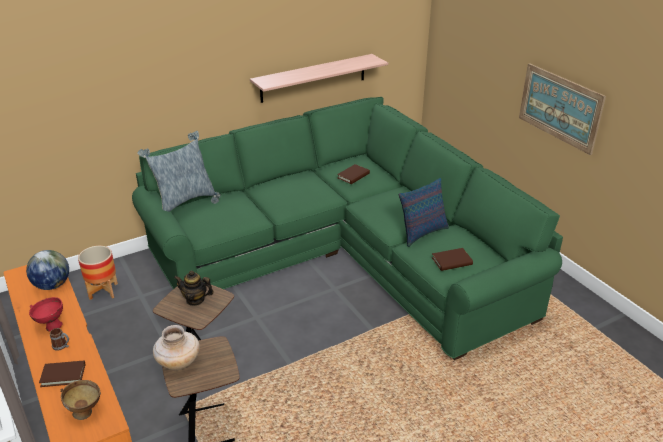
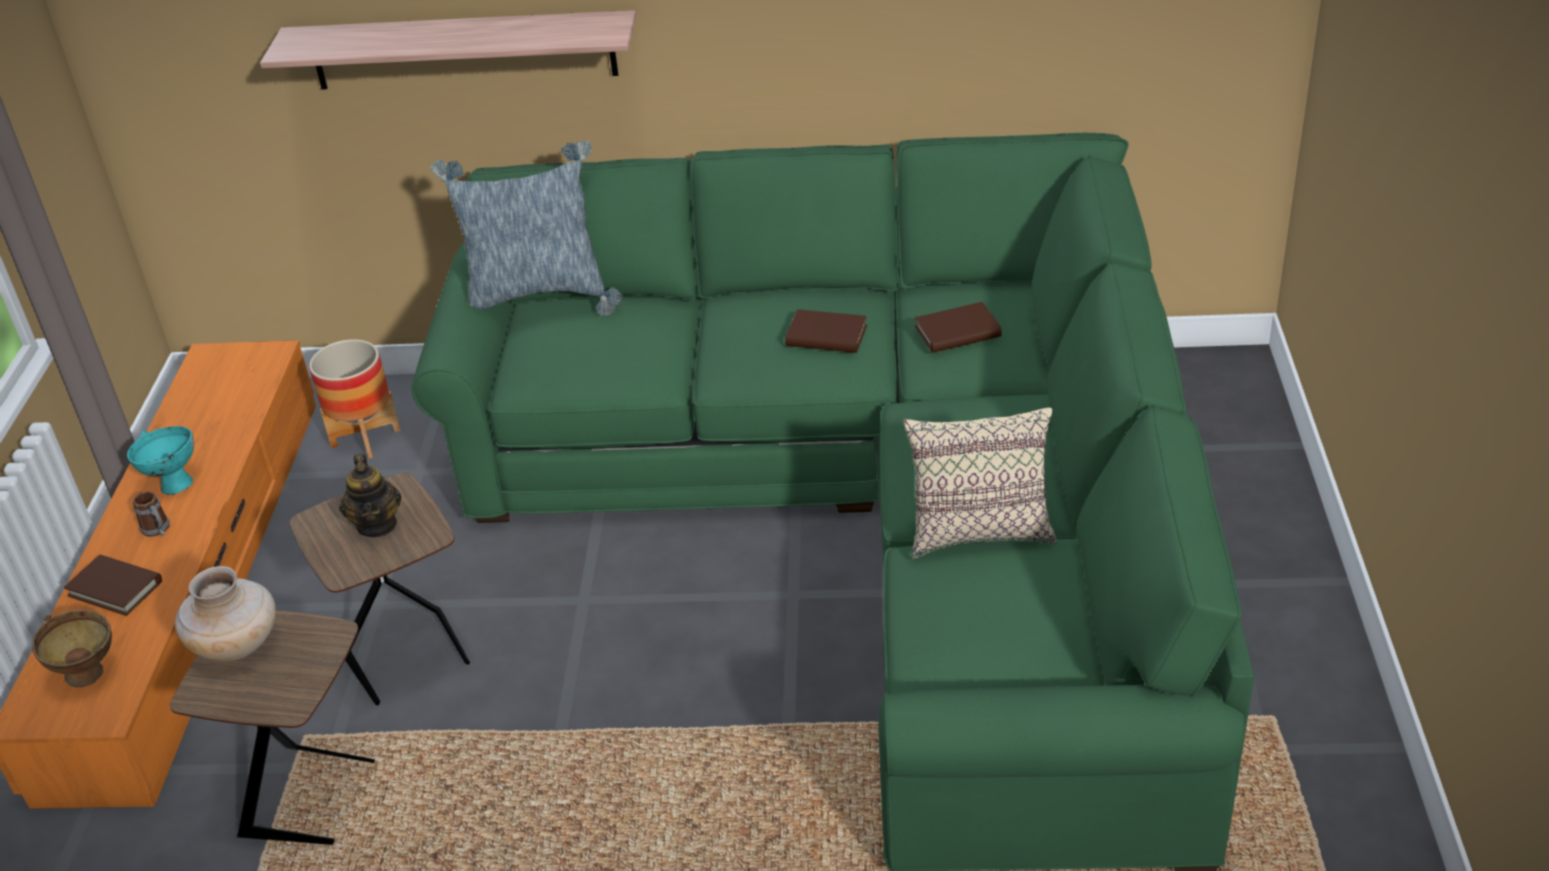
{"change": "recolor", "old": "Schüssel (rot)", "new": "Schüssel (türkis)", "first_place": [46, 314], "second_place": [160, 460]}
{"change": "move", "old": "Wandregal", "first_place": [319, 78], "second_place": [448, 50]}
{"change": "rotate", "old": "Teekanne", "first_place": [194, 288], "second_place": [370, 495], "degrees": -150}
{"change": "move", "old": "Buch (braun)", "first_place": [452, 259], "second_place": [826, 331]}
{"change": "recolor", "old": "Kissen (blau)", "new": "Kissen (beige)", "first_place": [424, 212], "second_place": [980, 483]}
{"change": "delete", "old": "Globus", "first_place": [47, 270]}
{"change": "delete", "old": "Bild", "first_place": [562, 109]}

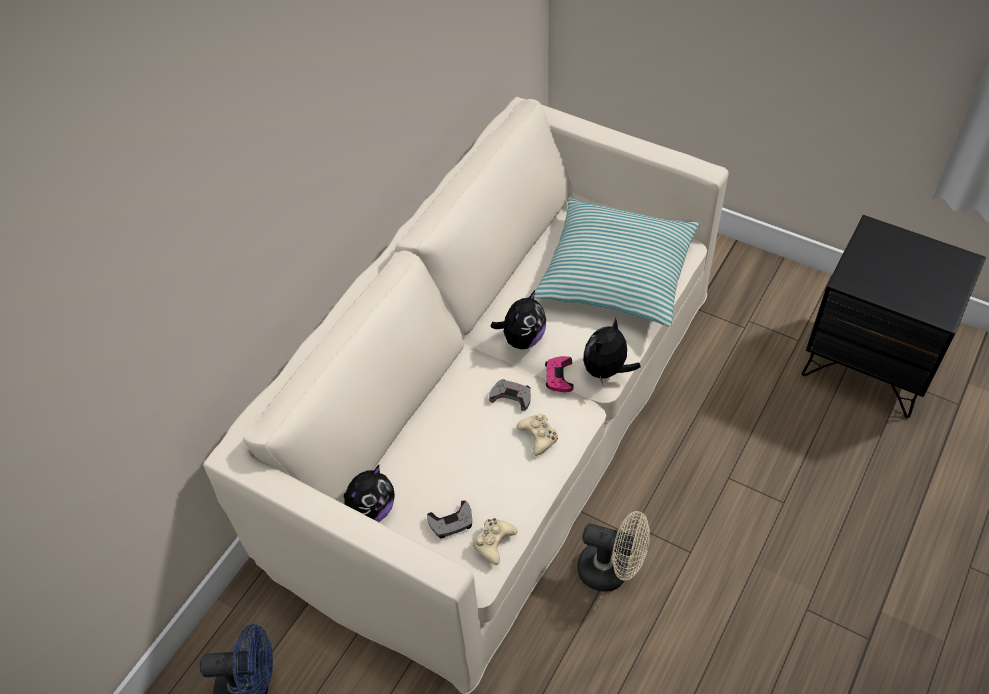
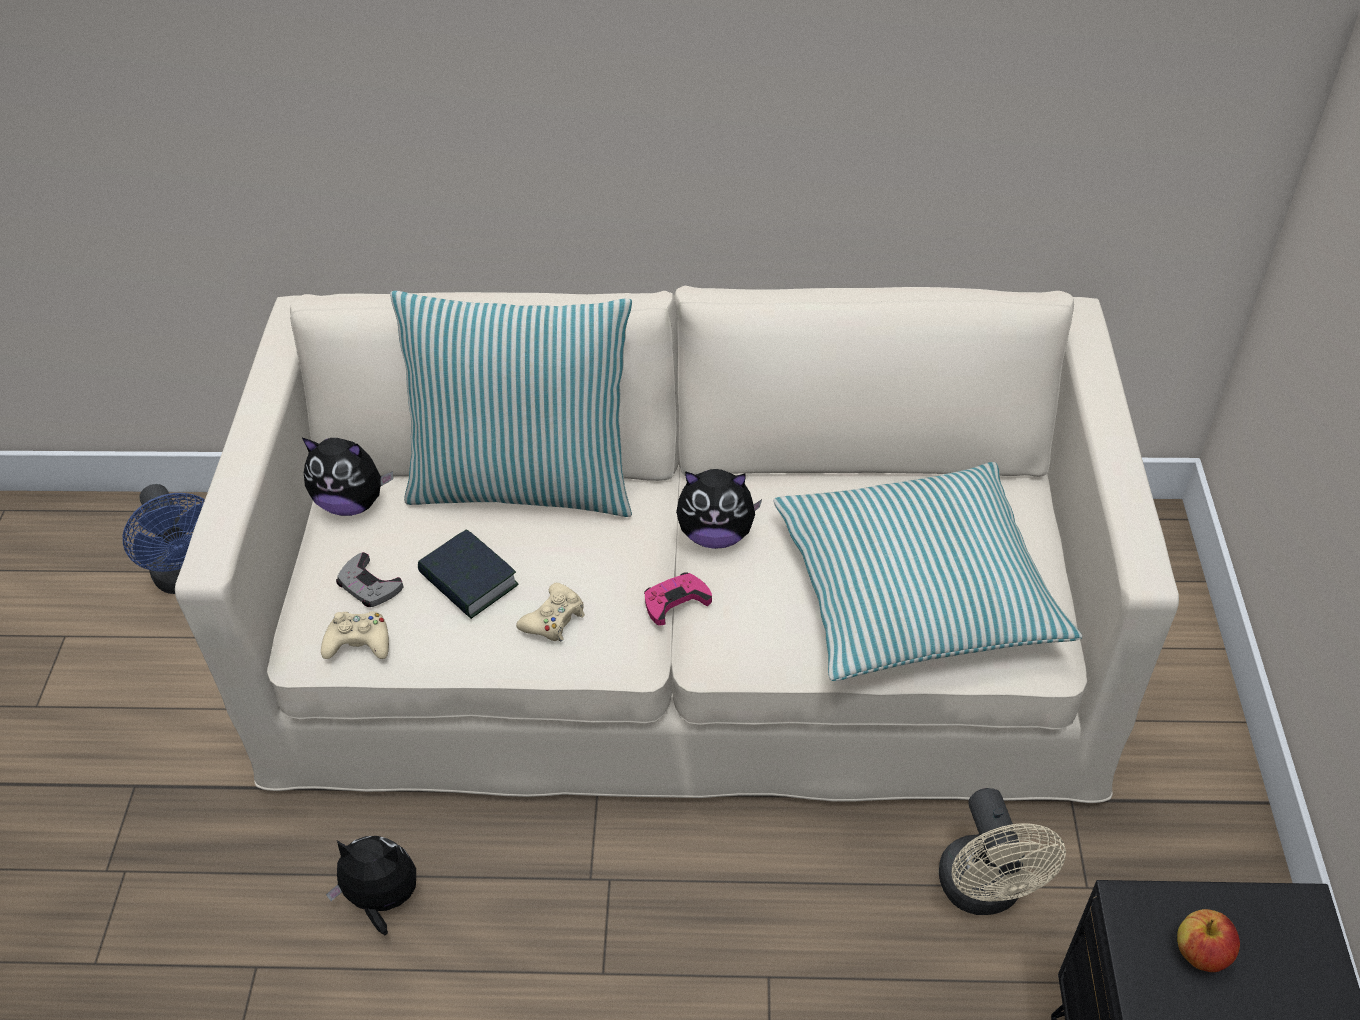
{"change": "move", "old": "Plüschtier", "first_place": [612, 351], "second_place": [371, 885]}
{"change": "insert", "new": "Kissen", "second_place": [511, 404]}
{"change": "insert", "new": "Buch", "second_place": [468, 574]}
{"change": "move", "old": "Ventilator (beige)", "first_place": [613, 551], "second_place": [1002, 851]}
{"change": "insert", "new": "Apfel", "second_place": [1208, 940]}
{"change": "delete", "old": "Gamepad (grau)", "first_place": [510, 395]}

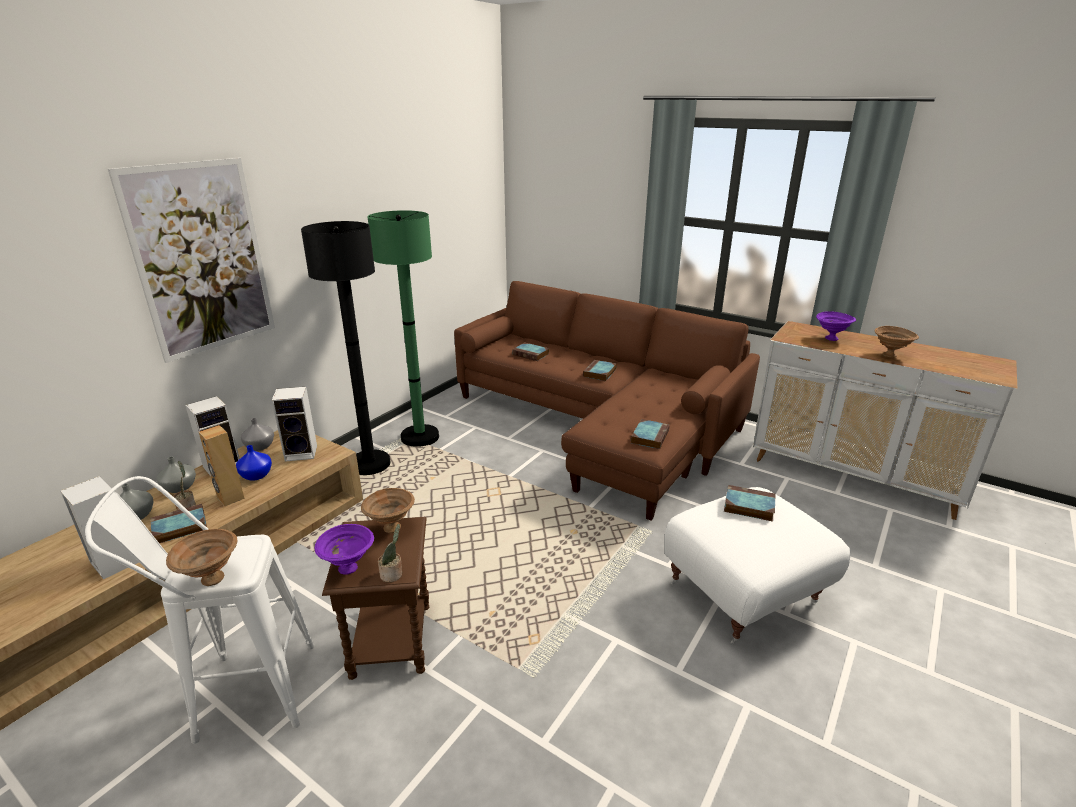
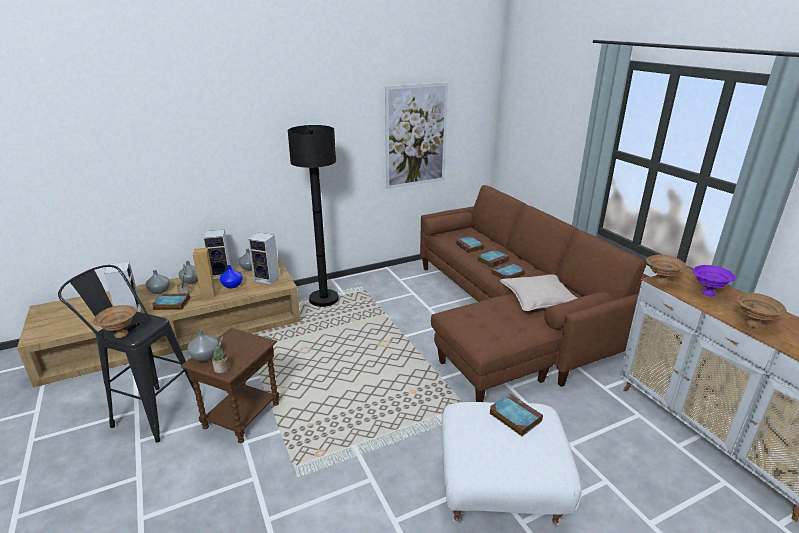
{"change": "recolor", "old": "Hocker (weiß)", "new": "Hocker (schwarz)", "first_place": [199, 610], "second_place": [126, 354]}
{"change": "replace", "old": "Schüssel (lila)", "new": "Vase (grau)", "first_place": [344, 549], "second_place": [203, 345]}
{"change": "move", "old": "Bild", "first_place": [191, 260], "second_place": [416, 135]}
{"change": "move", "old": "Buch", "first_place": [650, 434], "second_place": [493, 259]}
{"change": "insert", "new": "Kissen (beige)", "second_place": [538, 292]}
{"change": "move", "old": "Schüssel (braun)", "first_place": [388, 510], "second_place": [666, 270]}
{"change": "delete", "old": "Stehlampe (grün)", "first_place": [403, 328]}

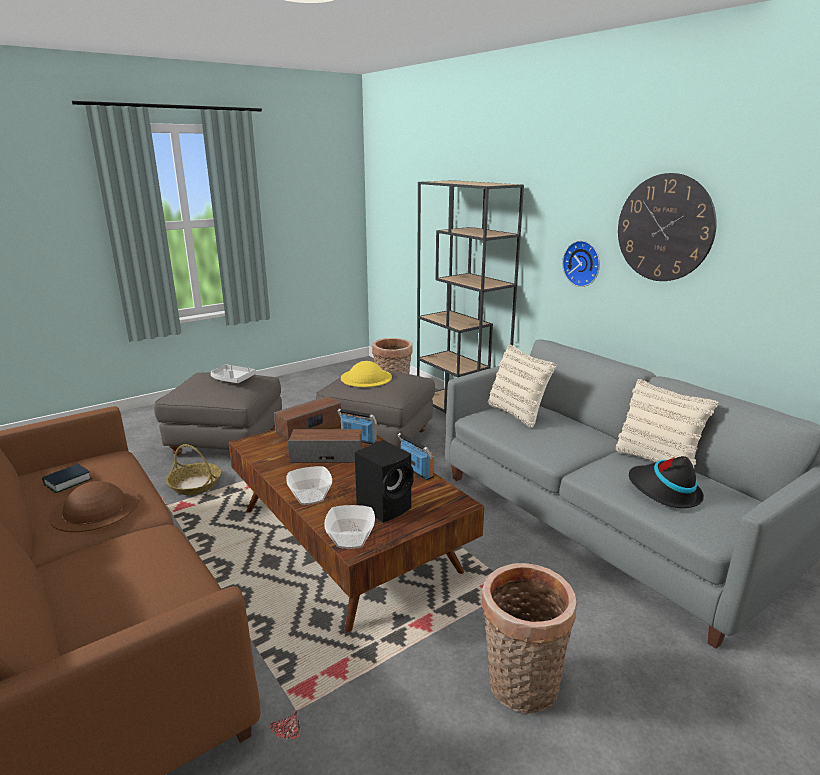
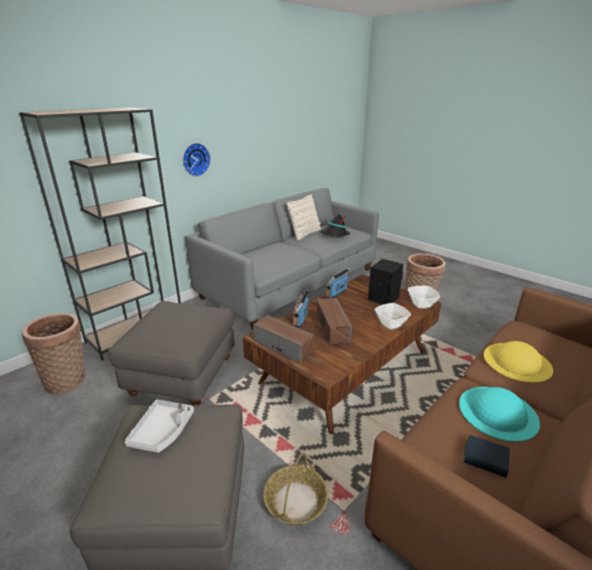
{"change": "recolor", "old": "Hut (braun)", "new": "Hut (türkis)", "first_place": [94, 506], "second_place": [499, 414]}
{"change": "move", "old": "Hut (gelb)", "first_place": [366, 374], "second_place": [518, 362]}
{"change": "delete", "old": "Kissen (beige)", "first_place": [522, 386]}
{"change": "delete", "old": "Wanduhr", "first_place": [667, 227]}

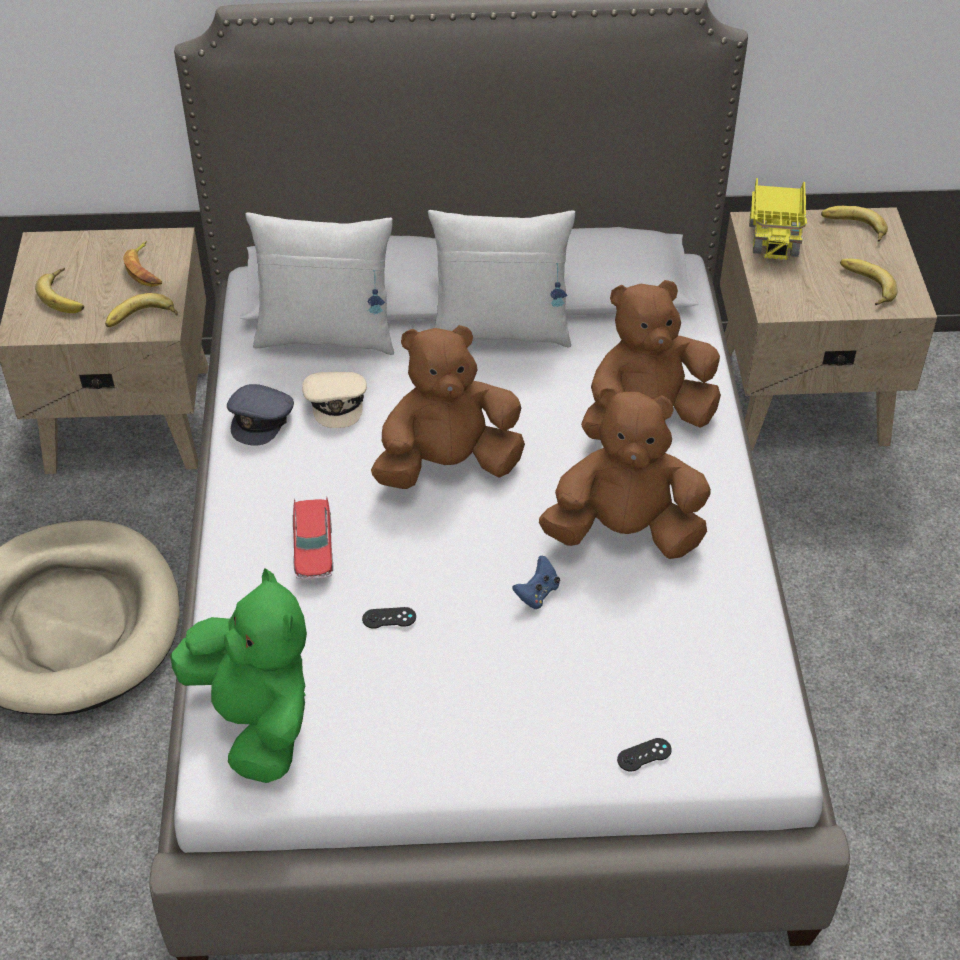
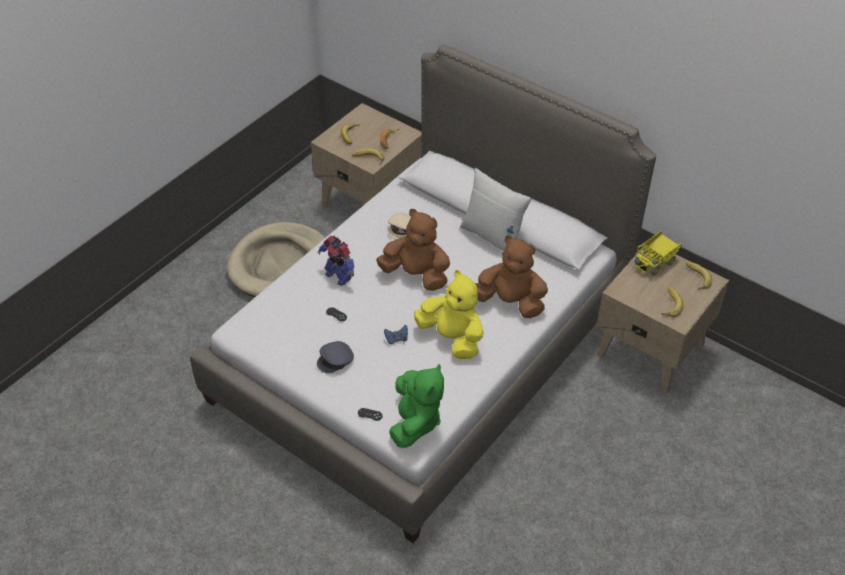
{"change": "replace", "old": "Spielzeugauto", "new": "Spielzeugroboter", "first_place": [312, 538], "second_place": [335, 261]}
{"change": "move", "old": "Kappe (grau)", "first_place": [260, 415], "second_place": [335, 357]}
{"change": "move", "old": "Plüschtier (grün)", "first_place": [238, 675], "second_place": [416, 406]}
{"change": "recolor", "old": "Plüschtier (braun)", "new": "Plüschtier (gelb)", "first_place": [625, 473], "second_place": [449, 314]}
{"change": "delete", "old": "Kissen (grau)", "first_place": [319, 283]}

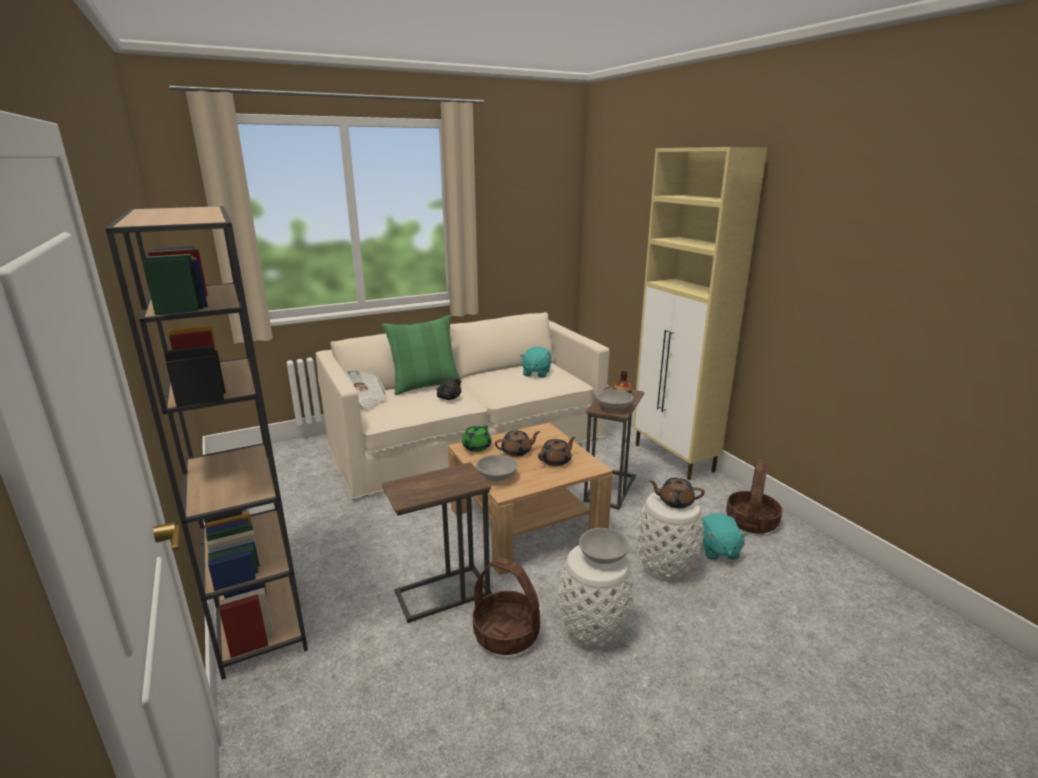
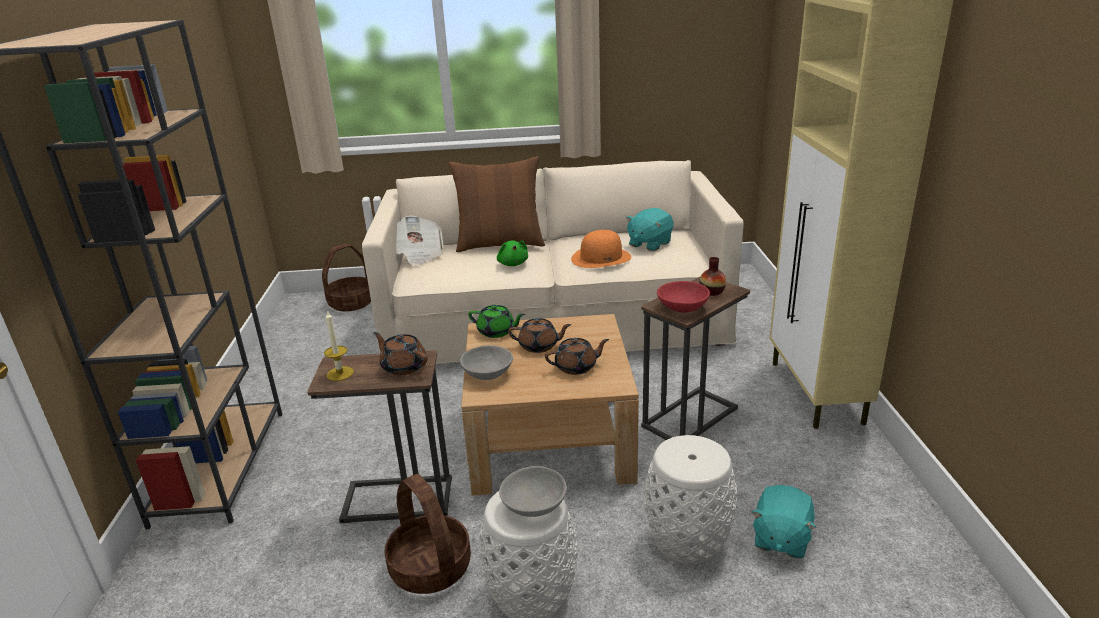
{"change": "move", "old": "Korb", "first_place": [754, 496], "second_place": [346, 277]}
{"change": "insert", "new": "Kerze", "second_place": [339, 345]}
{"change": "move", "old": "Teekanne (braun)", "first_place": [677, 493], "second_place": [400, 353]}
{"change": "recolor", "old": "Kissen (grün)", "new": "Kissen (braun)", "first_place": [422, 355], "second_place": [496, 204]}
{"change": "rotate", "old": "Teekanne (grün)", "first_place": [477, 438], "second_place": [496, 321], "degrees": -120}
{"change": "recolor", "old": "Plüschtier (schwarz)", "new": "Plüschtier (grün)", "first_place": [449, 389], "second_place": [512, 253]}
{"change": "insert", "new": "Hut (orange)", "second_place": [601, 249]}
{"change": "recolor", "old": "Schüssel (grau)", "new": "Schüssel (rot)", "first_place": [615, 400], "second_place": [683, 297]}

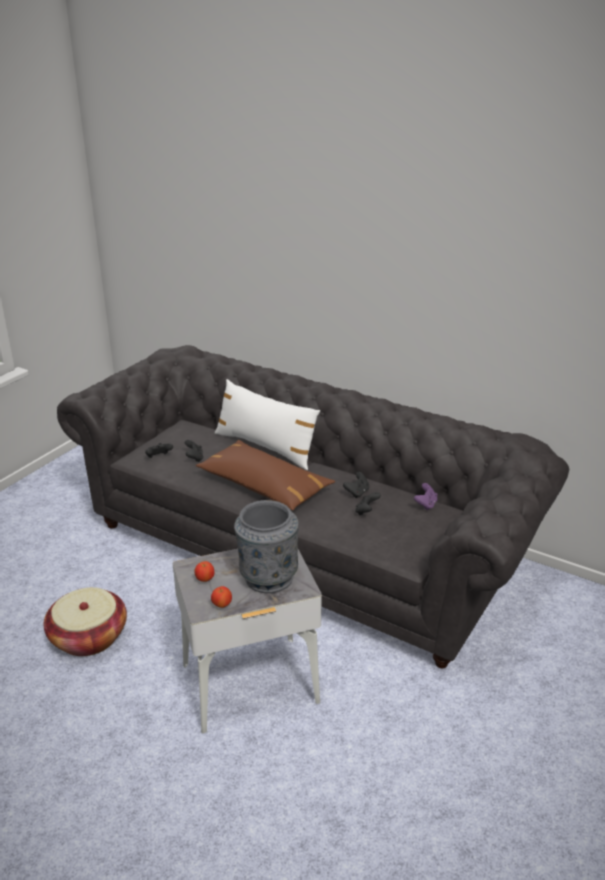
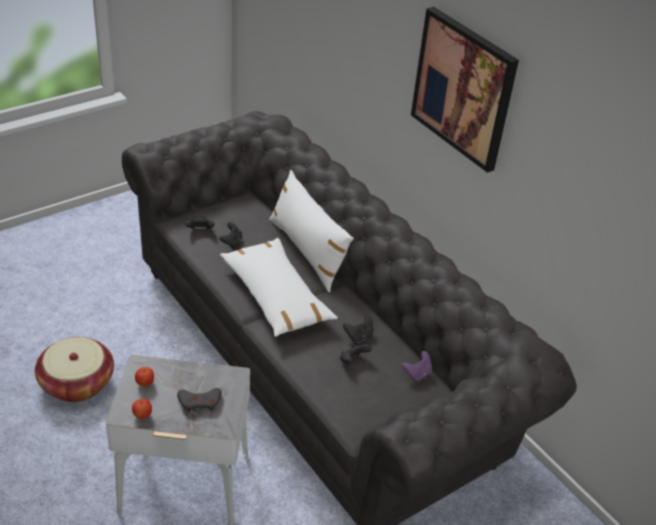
{"change": "replace", "old": "Vase (grau)", "new": "Gamepad (grau)", "first_place": [266, 546], "second_place": [199, 400]}
{"change": "recolor", "old": "Kissen (braun)", "new": "Kissen (weiß)", "first_place": [265, 475], "second_place": [279, 287]}
{"change": "insert", "new": "Bild", "second_place": [465, 90]}

